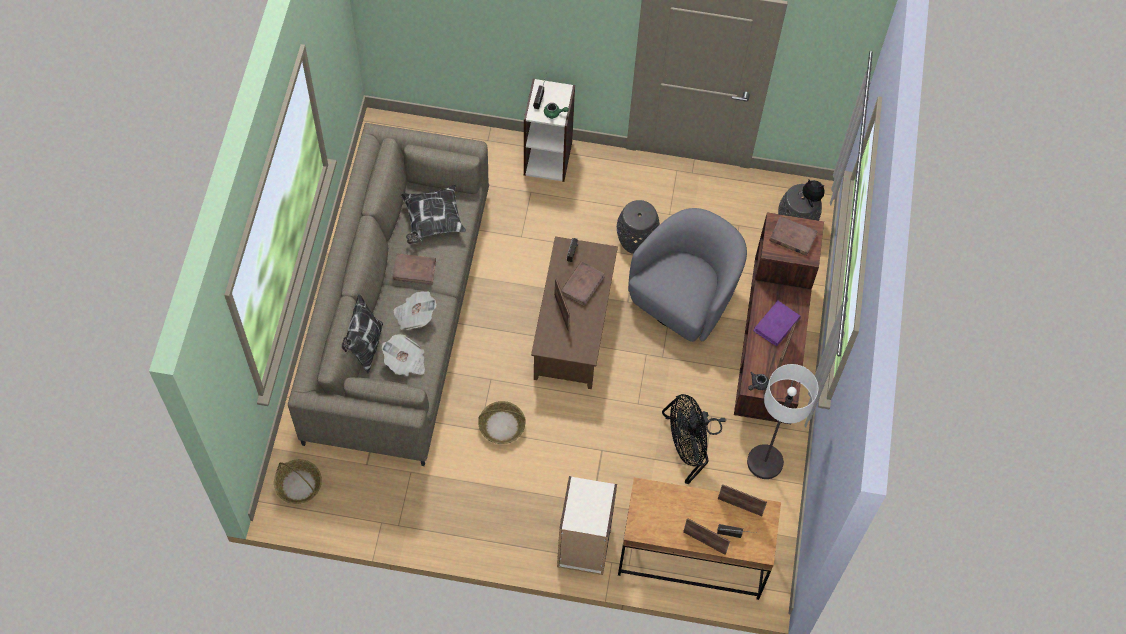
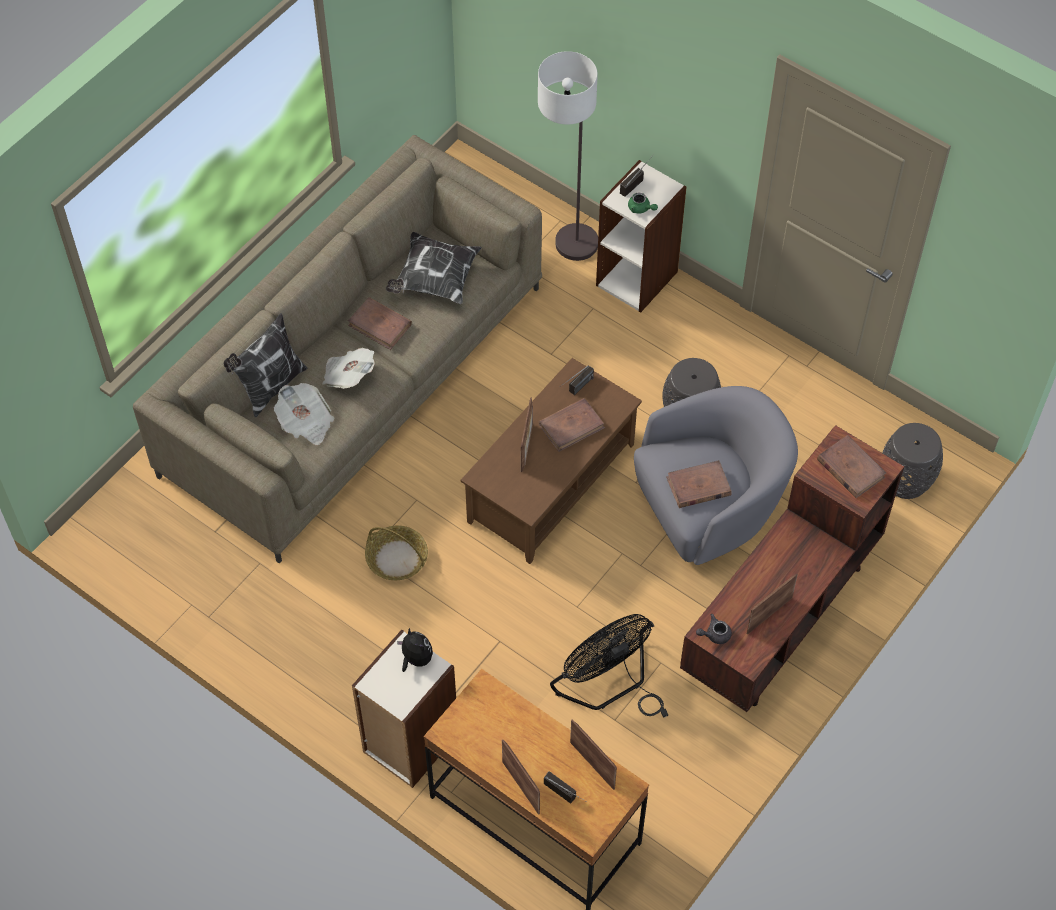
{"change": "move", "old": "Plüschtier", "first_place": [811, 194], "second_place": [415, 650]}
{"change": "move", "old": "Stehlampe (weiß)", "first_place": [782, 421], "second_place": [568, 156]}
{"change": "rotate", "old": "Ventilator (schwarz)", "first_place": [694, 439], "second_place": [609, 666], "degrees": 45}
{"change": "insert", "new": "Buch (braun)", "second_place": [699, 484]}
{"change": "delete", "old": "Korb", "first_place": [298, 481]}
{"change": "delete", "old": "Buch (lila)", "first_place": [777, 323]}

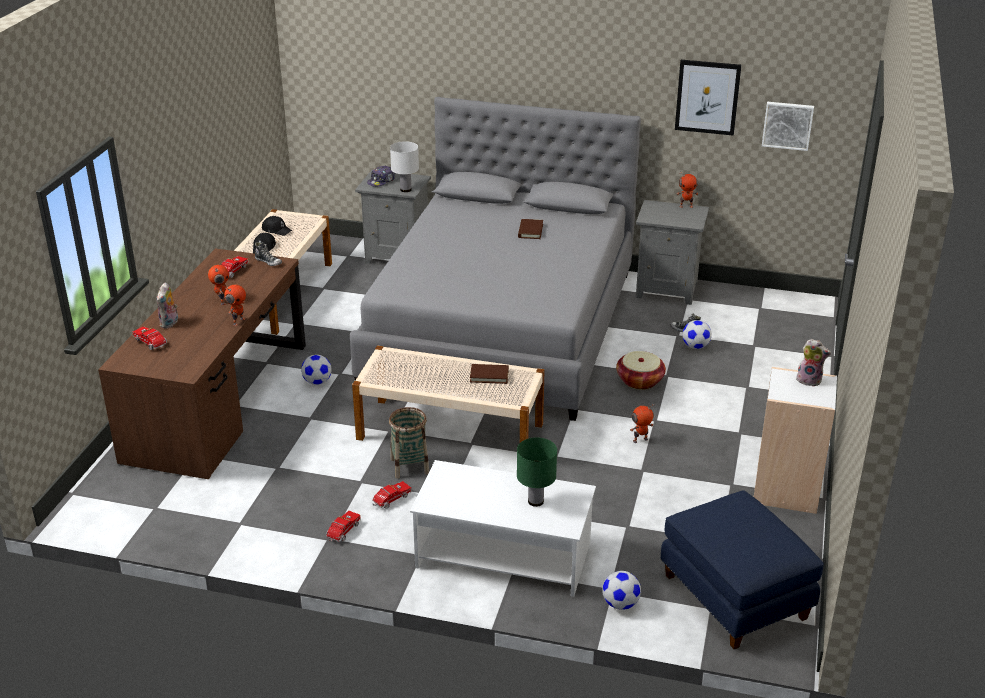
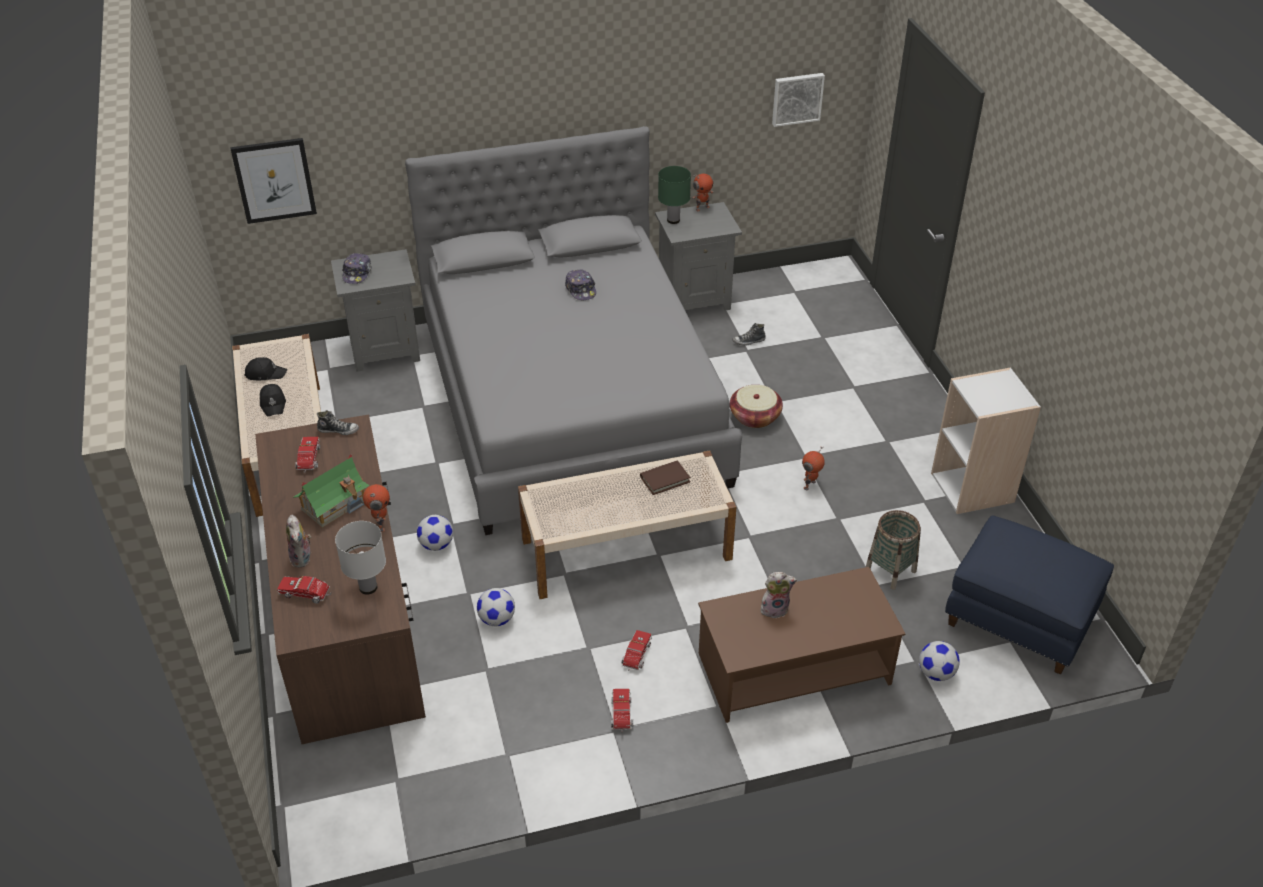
{"change": "move", "old": "Bild", "first_place": [708, 98], "second_place": [273, 181]}
{"change": "replace", "old": "Spielzeugroboter", "new": "Spielzeughaus", "first_place": [218, 285], "second_place": [331, 491]}
{"change": "move", "old": "Tischlampe (weiß)", "first_place": [404, 166], "second_place": [360, 558]}
{"change": "move", "old": "Fußball", "first_place": [697, 334], "second_place": [496, 607]}
{"change": "replace", "old": "Buch (braun)", "new": "Kappe", "first_place": [530, 229], "second_place": [580, 285]}
{"change": "move", "old": "Tischlampe (grün)", "first_place": [537, 472], "second_place": [674, 195]}
{"change": "recolor", "old": "Couchtisch (weiß)", "new": "Couchtisch (braun)", "first_place": [503, 528], "second_place": [802, 645]}
{"change": "move", "old": "Plüschtier", "first_place": [813, 363], "second_place": [779, 595]}
{"change": "move", "old": "Korb", "first_place": [409, 443], "second_place": [893, 550]}

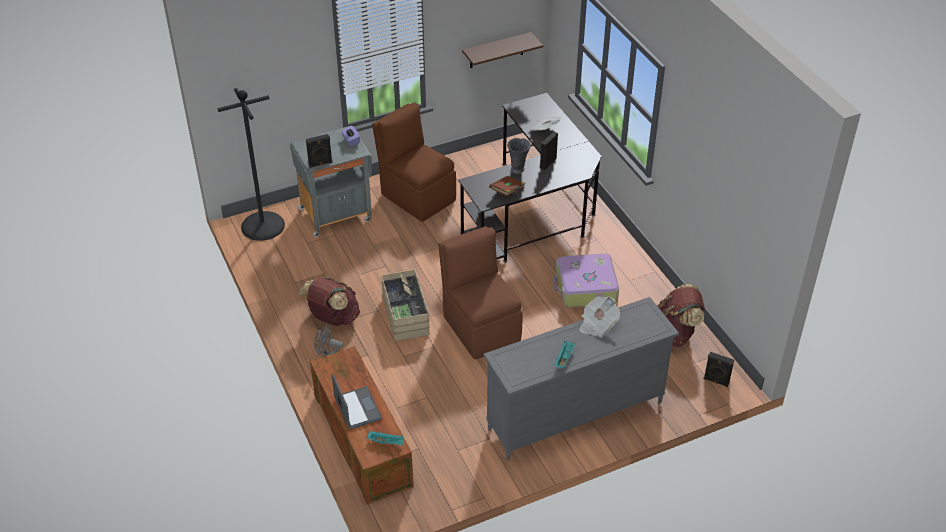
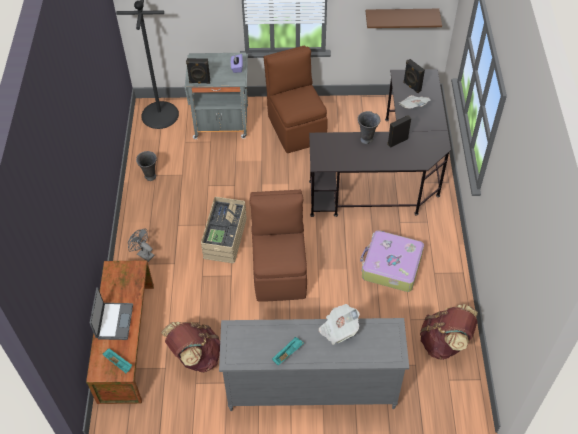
{"change": "insert", "new": "Vase (grau)", "second_place": [146, 166]}
{"change": "move", "old": "Rucksack (braun)", "first_place": [329, 301], "second_place": [190, 347]}
{"change": "move", "old": "Lautsprecher (schwarz)", "first_place": [719, 369], "second_place": [414, 76]}
{"change": "delete", "old": "Buch (braun)", "first_place": [507, 186]}

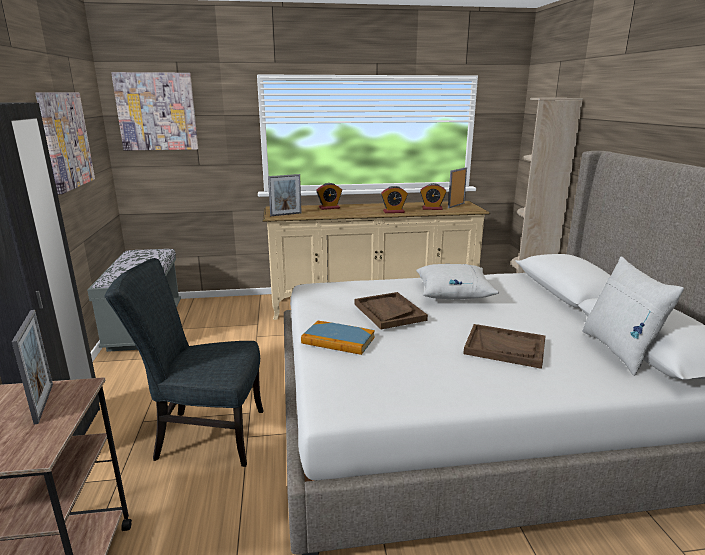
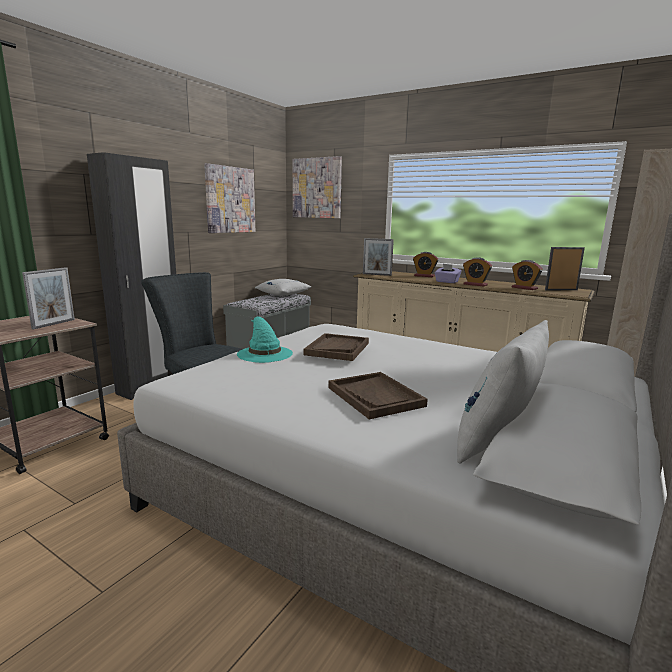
{"change": "replace", "old": "Buch", "new": "Hut (türkis)", "first_place": [338, 338], "second_place": [265, 340]}
{"change": "move", "old": "Kissen (grau)", "first_place": [457, 281], "second_place": [283, 287]}
{"change": "insert", "new": "Taschentuchbox (lila)", "second_place": [448, 273]}

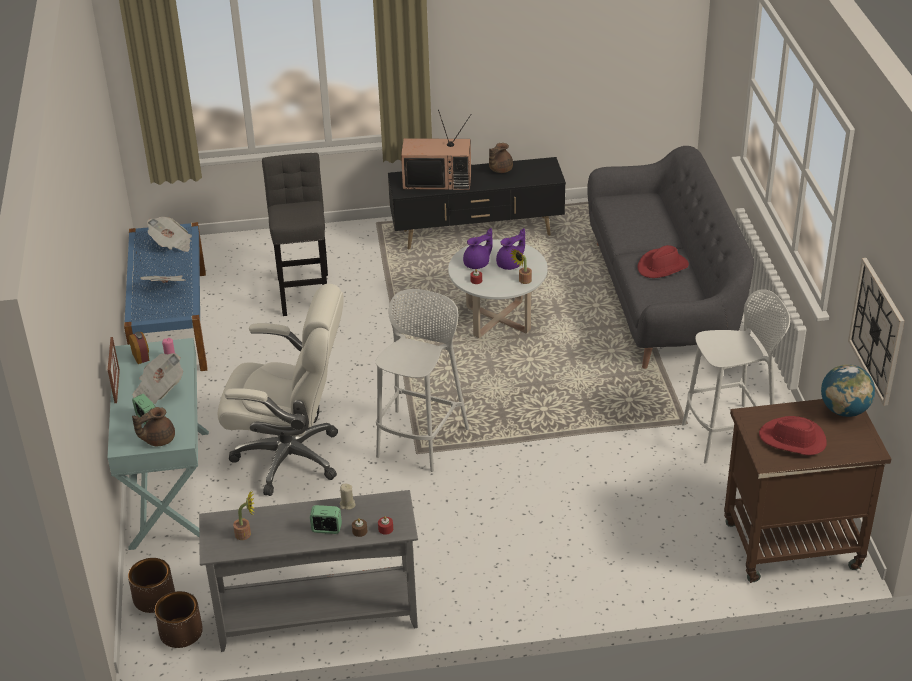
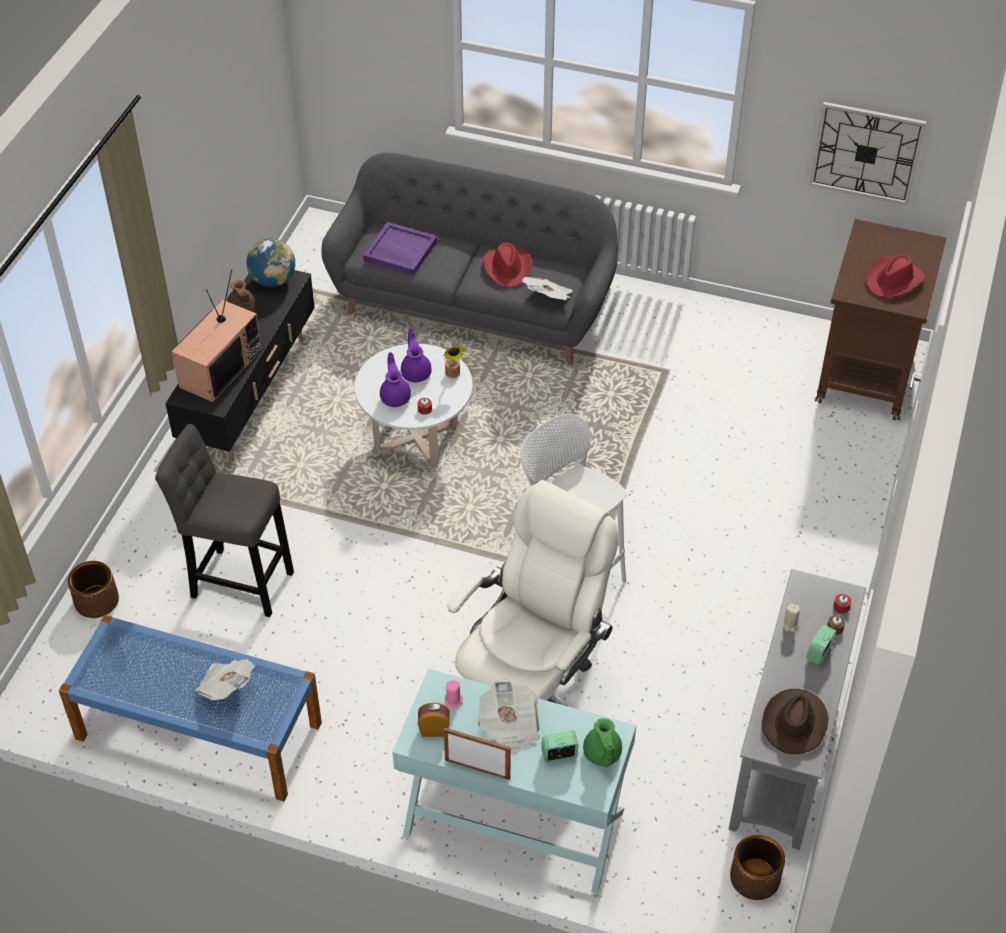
{"change": "move", "old": "Pflanzkübel (braun)", "first_place": [151, 585], "second_place": [93, 589]}
{"change": "move", "old": "Globus", "first_place": [848, 390], "second_place": [271, 262]}
{"change": "insert", "new": "Tablett (lila)", "second_place": [400, 249]}
{"change": "move", "old": "Zeitung", "first_place": [169, 234], "second_place": [547, 288]}
{"change": "recolor", "old": "Teekanne (braun)", "new": "Teekanne (grün)", "first_place": [153, 426], "second_place": [602, 742]}
{"change": "replace", "old": "Topfpflanze", "new": "Hut (braun)", "first_place": [244, 514], "second_place": [795, 721]}
{"change": "delete", "old": "Hocker (weiß)", "first_place": [736, 376]}

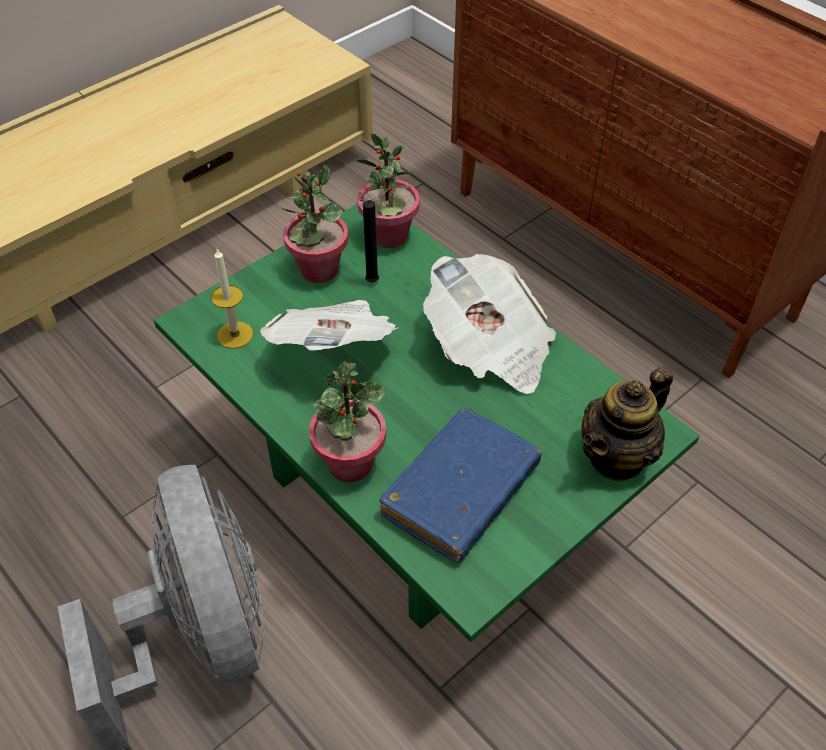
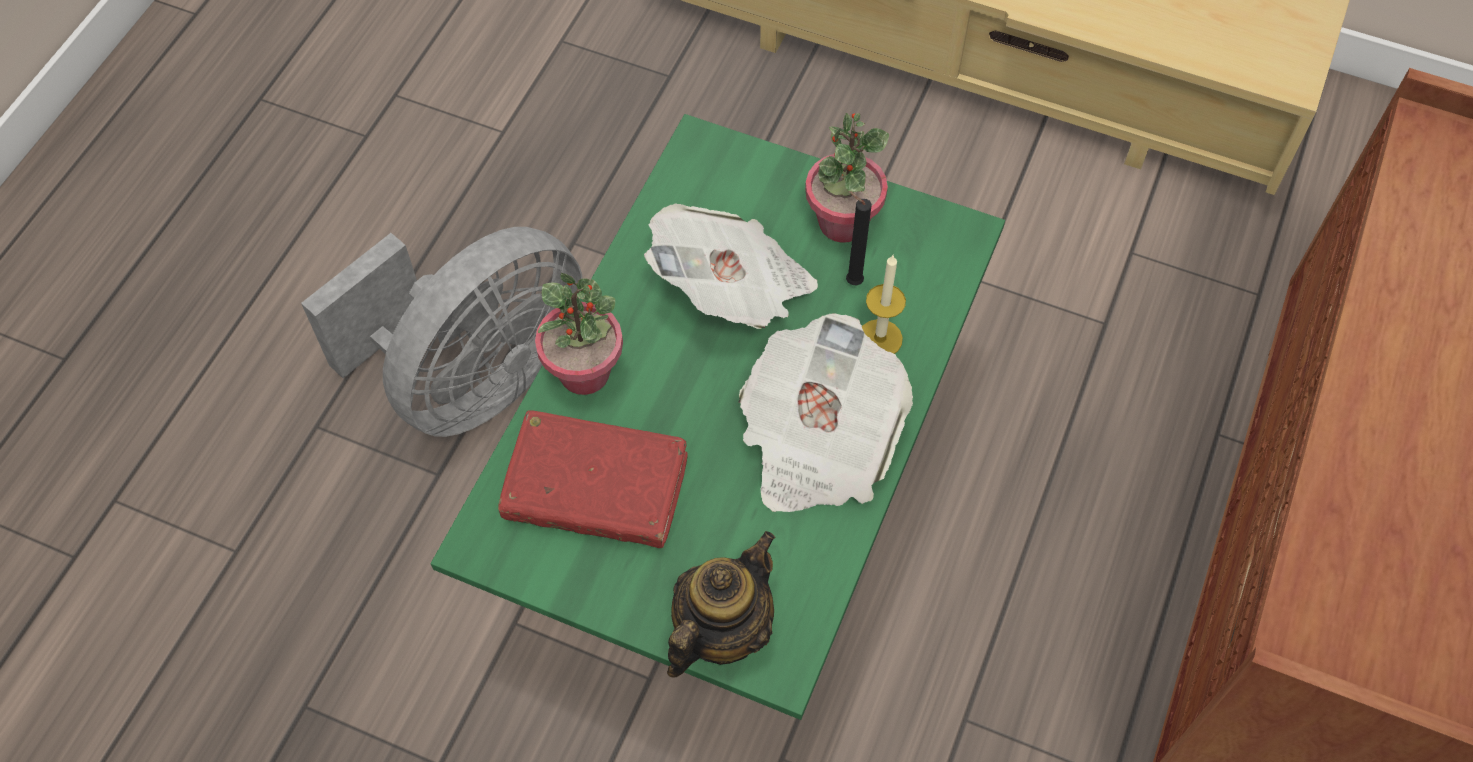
{"change": "recolor", "old": "Buch (blau)", "new": "Buch (rot)", "first_place": [460, 485], "second_place": [593, 479]}
{"change": "rotate", "old": "Teekanne", "first_place": [627, 424], "second_place": [721, 604], "degrees": 105}
{"change": "move", "old": "Kerze", "first_place": [232, 299], "second_place": [884, 304]}
{"change": "delete", "old": "Topfpflanze", "first_place": [387, 190]}

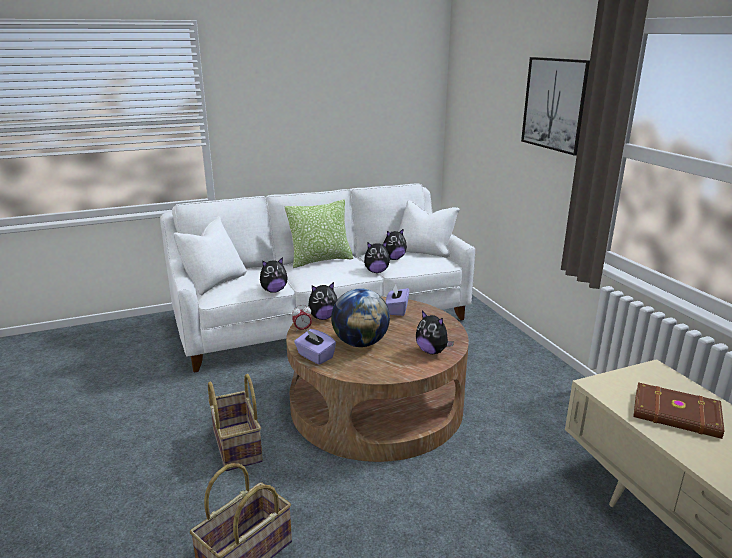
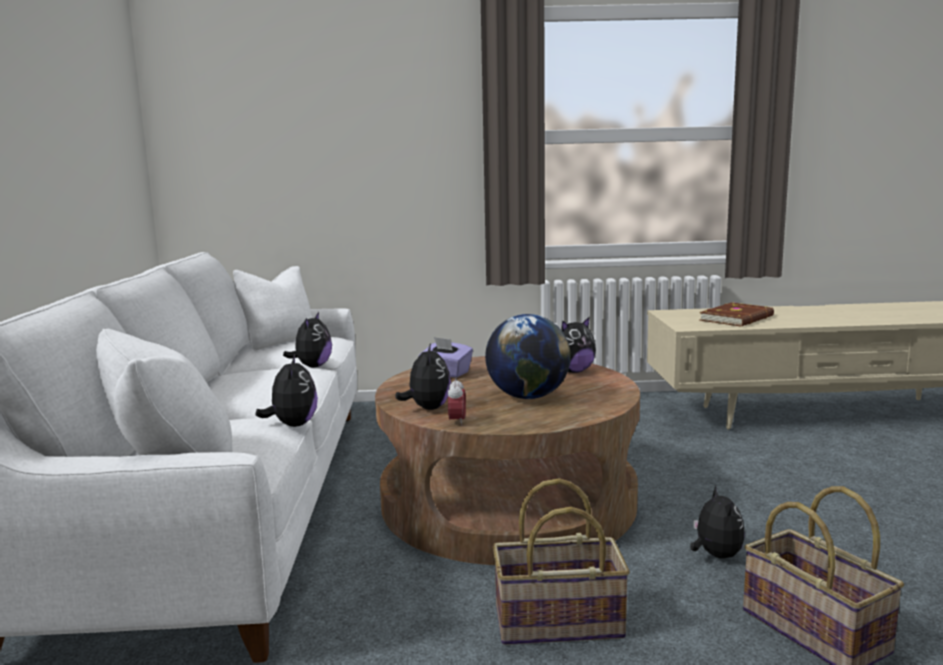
{"change": "move", "old": "Plüschtier", "first_place": [395, 244], "second_place": [717, 522]}
{"change": "delete", "old": "Kissen", "first_place": [319, 233]}
{"change": "delete", "old": "Taschentuchbox (lila)", "first_place": [315, 347]}
{"change": "delete", "old": "Bild", "first_place": [555, 106]}

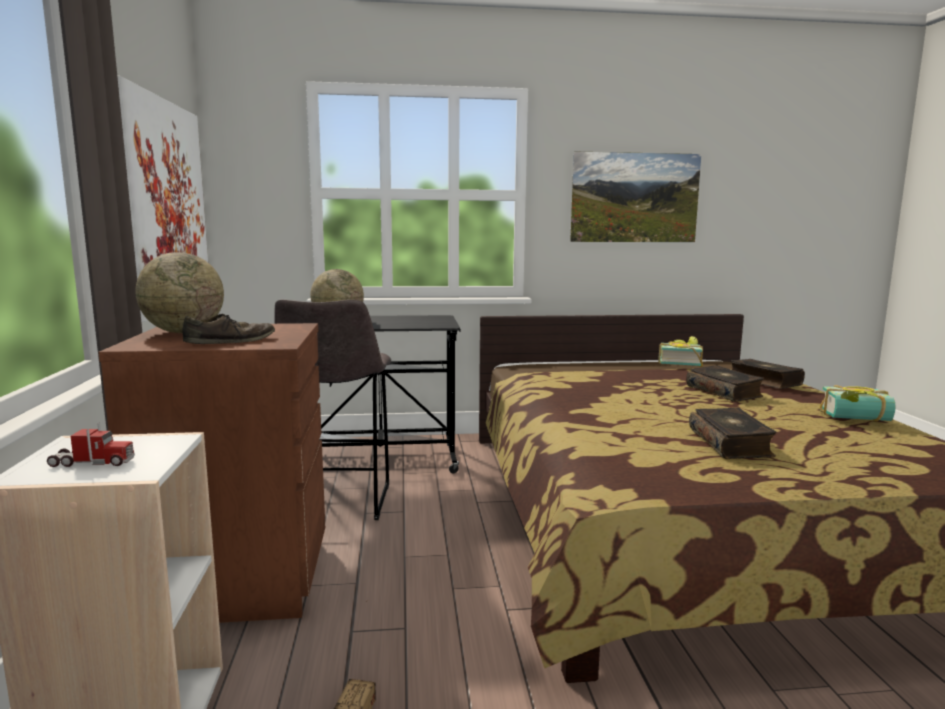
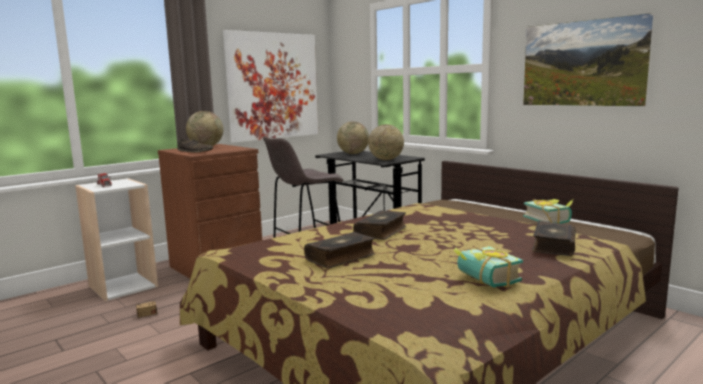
{"change": "move", "old": "Buch", "first_place": [725, 383], "second_place": [379, 225]}
{"change": "insert", "new": "Globus", "second_place": [386, 142]}

